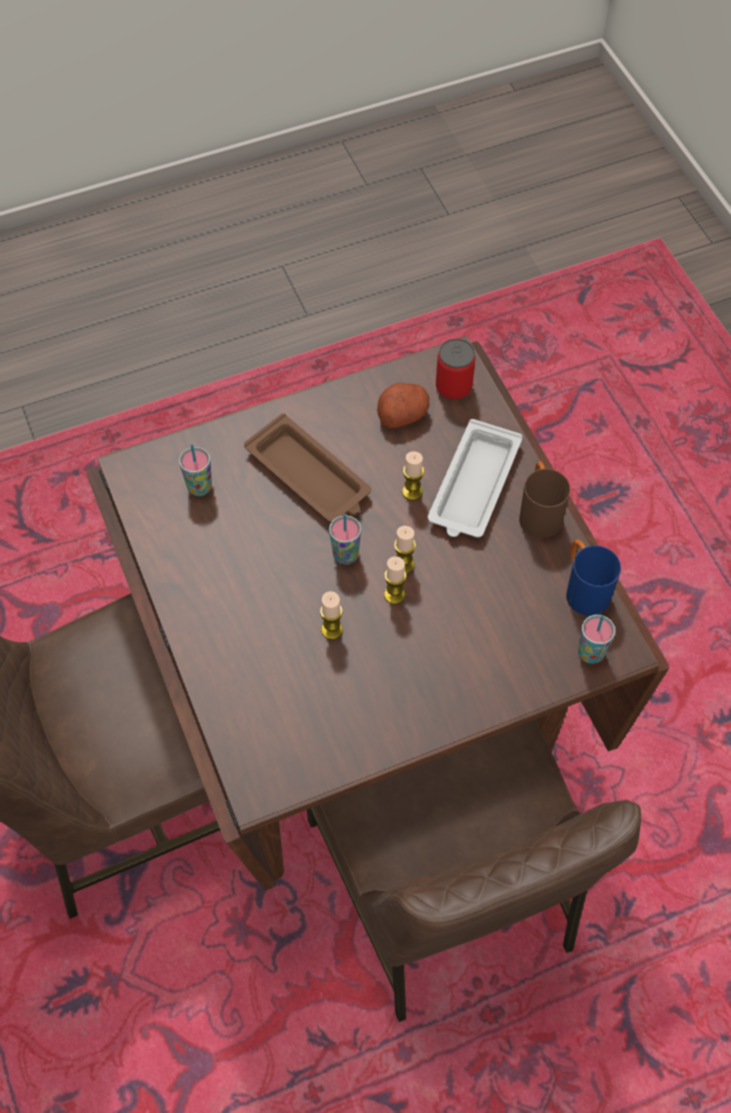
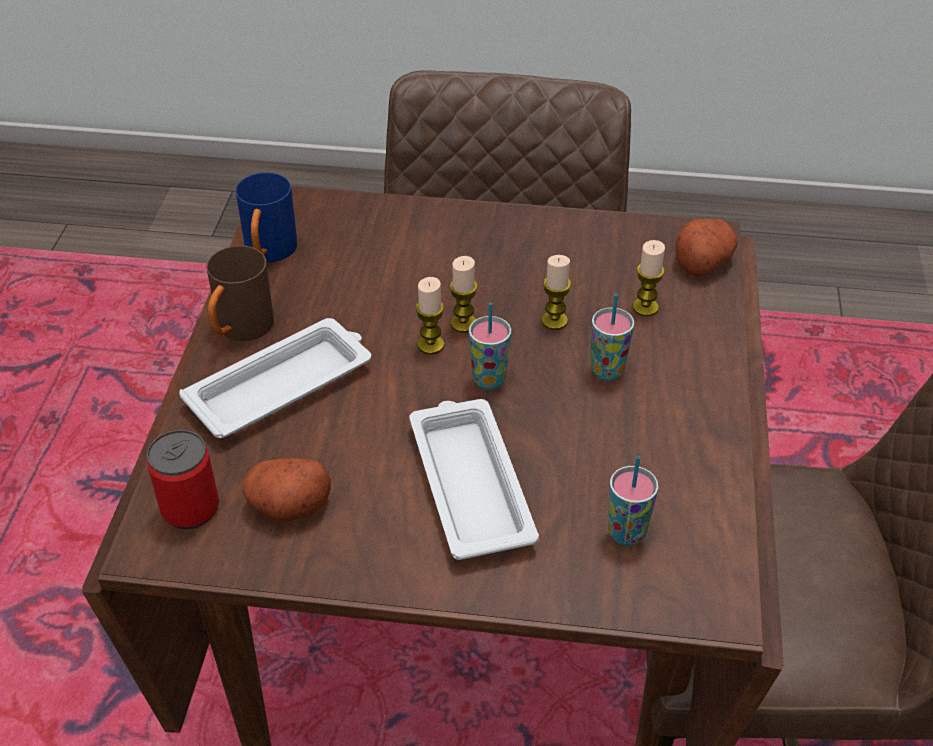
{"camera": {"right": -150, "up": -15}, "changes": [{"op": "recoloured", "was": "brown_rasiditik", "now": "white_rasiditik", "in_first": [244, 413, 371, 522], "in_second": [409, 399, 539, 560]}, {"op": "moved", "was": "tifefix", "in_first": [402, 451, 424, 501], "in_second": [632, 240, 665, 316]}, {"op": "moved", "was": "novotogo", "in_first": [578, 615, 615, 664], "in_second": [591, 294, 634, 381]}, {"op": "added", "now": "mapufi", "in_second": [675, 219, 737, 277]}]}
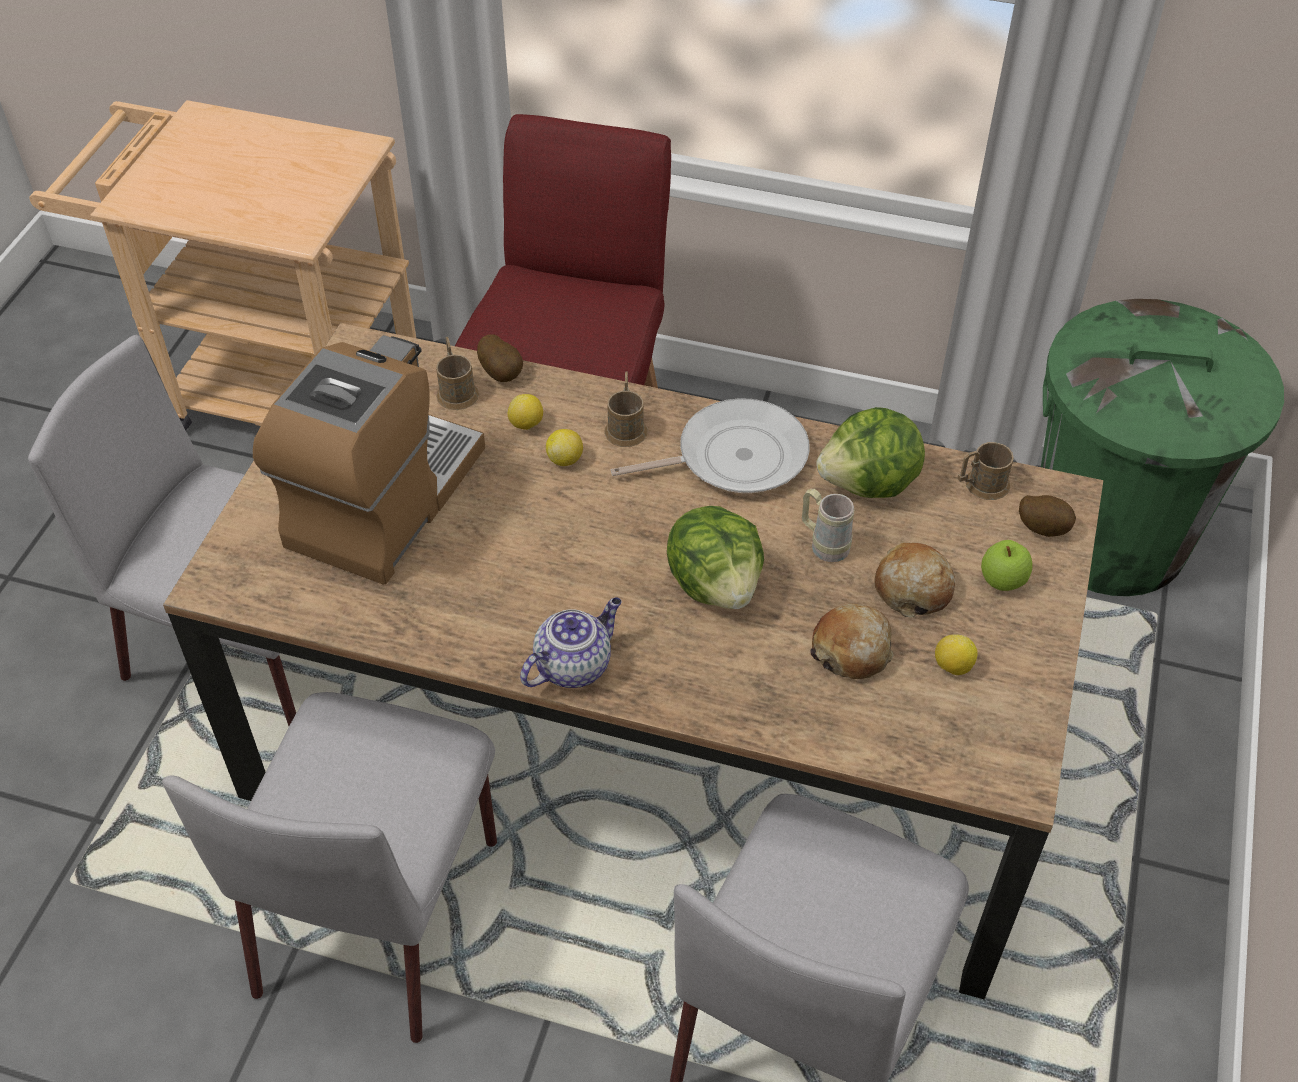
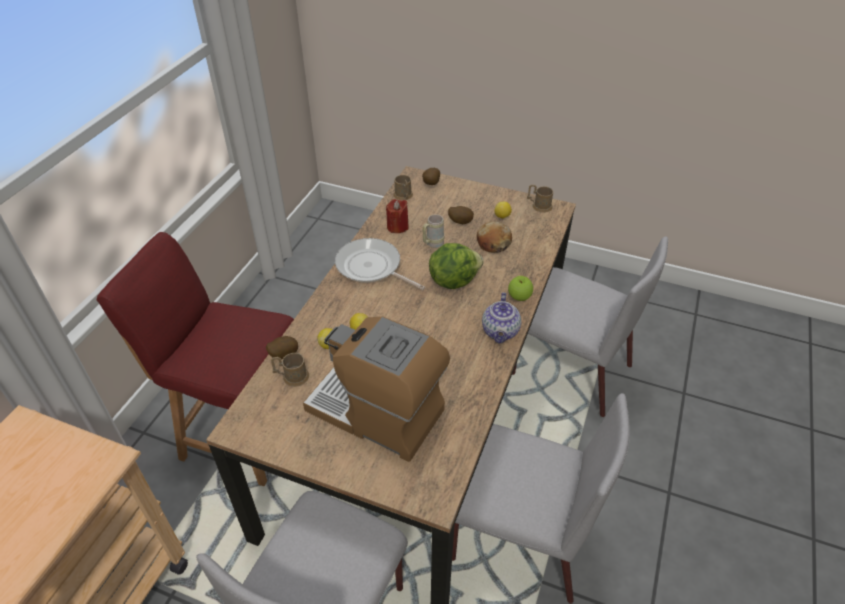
{"camera": {"right": -85, "up": -5}, "changes": [{"op": "turned", "was": "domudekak", "in_first": [520, 597, 621, 688], "in_second": [482, 292, 521, 343], "clockwise": -135}, {"op": "moved", "was": "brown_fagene", "in_first": [604, 372, 647, 447], "in_second": [527, 185, 553, 213]}, {"op": "turned", "was": "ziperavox", "in_first": [611, 398, 810, 493], "in_second": [335, 238, 425, 290], "clockwise": -45}, {"op": "replaced", "was": "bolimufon", "now": "red_tifefix", "in_first": [816, 407, 925, 498], "in_second": [386, 199, 409, 233]}, {"op": "replaced", "was": "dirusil", "now": "mapufi", "in_first": [874, 543, 955, 618], "in_second": [448, 206, 474, 224]}, {"op": "moved", "was": "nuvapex", "in_first": [981, 540, 1033, 591], "in_second": [508, 276, 533, 301]}, {"op": "removed", "was": "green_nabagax", "in_first": [1041, 299, 1284, 596]}]}
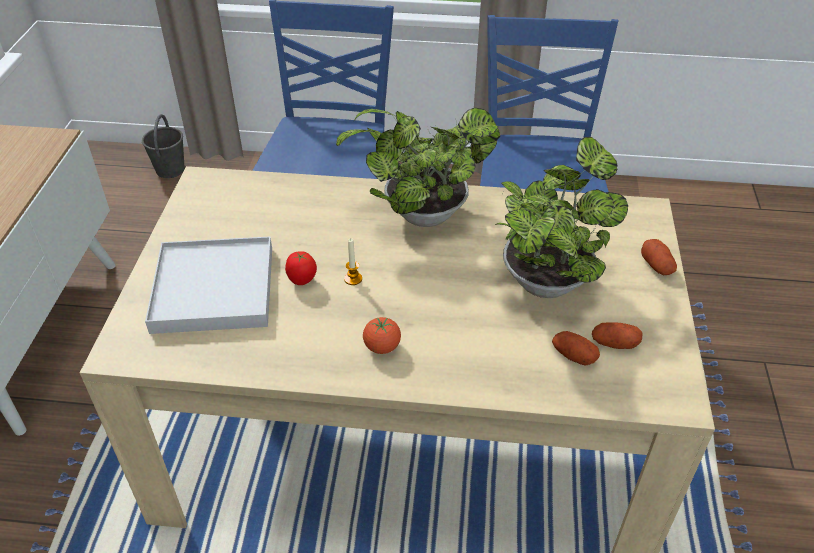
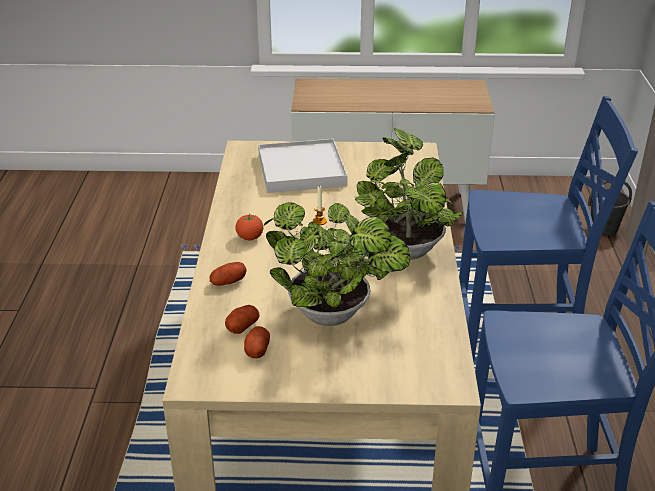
{"camera": {"right": 85, "up": -10}, "changes": [{"op": "removed", "was": "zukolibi", "in_first": [285, 251, 317, 285]}, {"op": "moved", "was": "mapufi", "in_first": [641, 239, 677, 275], "in_second": [210, 262, 246, 286]}]}
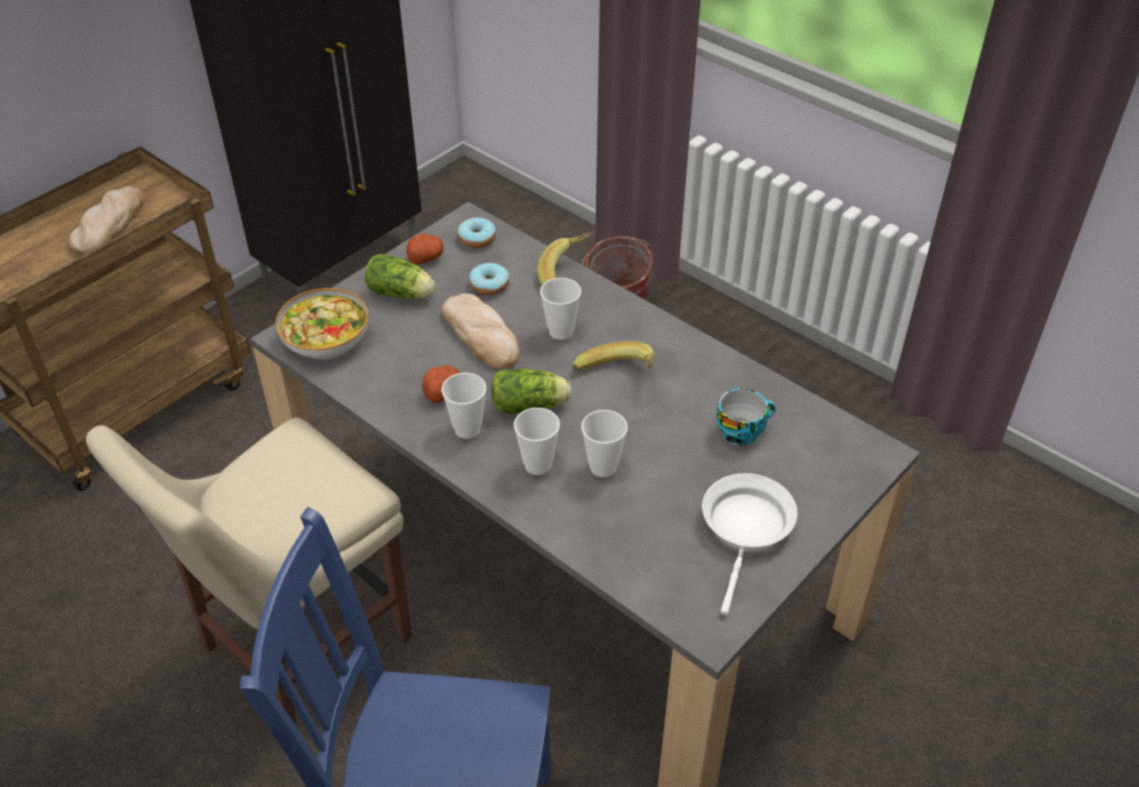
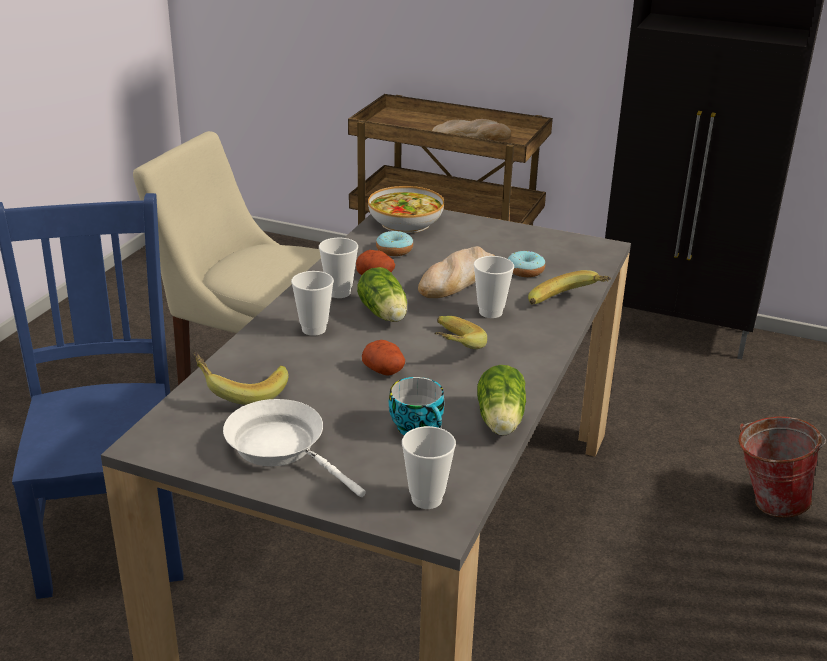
{"camera": {"right": 70, "up": -15}, "changes": [{"op": "moved", "was": "bolimufon", "in_first": [365, 253, 436, 299], "in_second": [477, 365, 526, 436]}, {"op": "moved", "was": "mapufi", "in_first": [406, 234, 443, 265], "in_second": [362, 340, 405, 376]}, {"op": "moved", "was": "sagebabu", "in_first": [457, 217, 496, 248], "in_second": [376, 231, 413, 256]}, {"op": "moved", "was": "novotogo", "in_first": [581, 410, 628, 477], "in_second": [402, 426, 456, 509]}, {"op": "turned", "was": "white_ziperavox", "in_first": [702, 473, 797, 616], "in_second": [223, 399, 366, 497], "clockwise": -135}, {"op": "added", "now": "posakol", "in_second": [193, 353, 289, 405]}]}
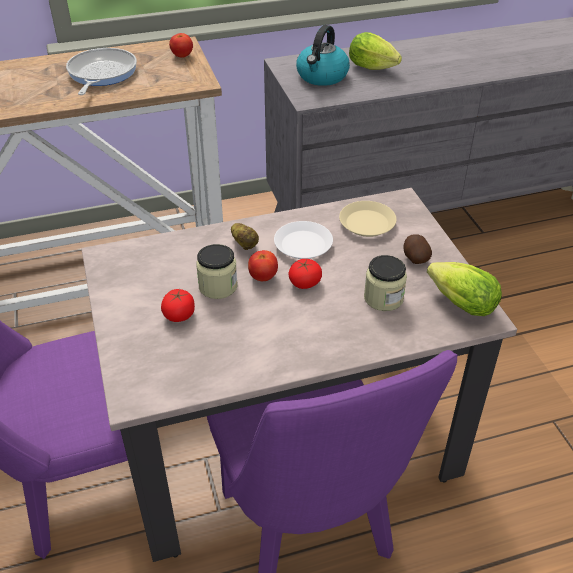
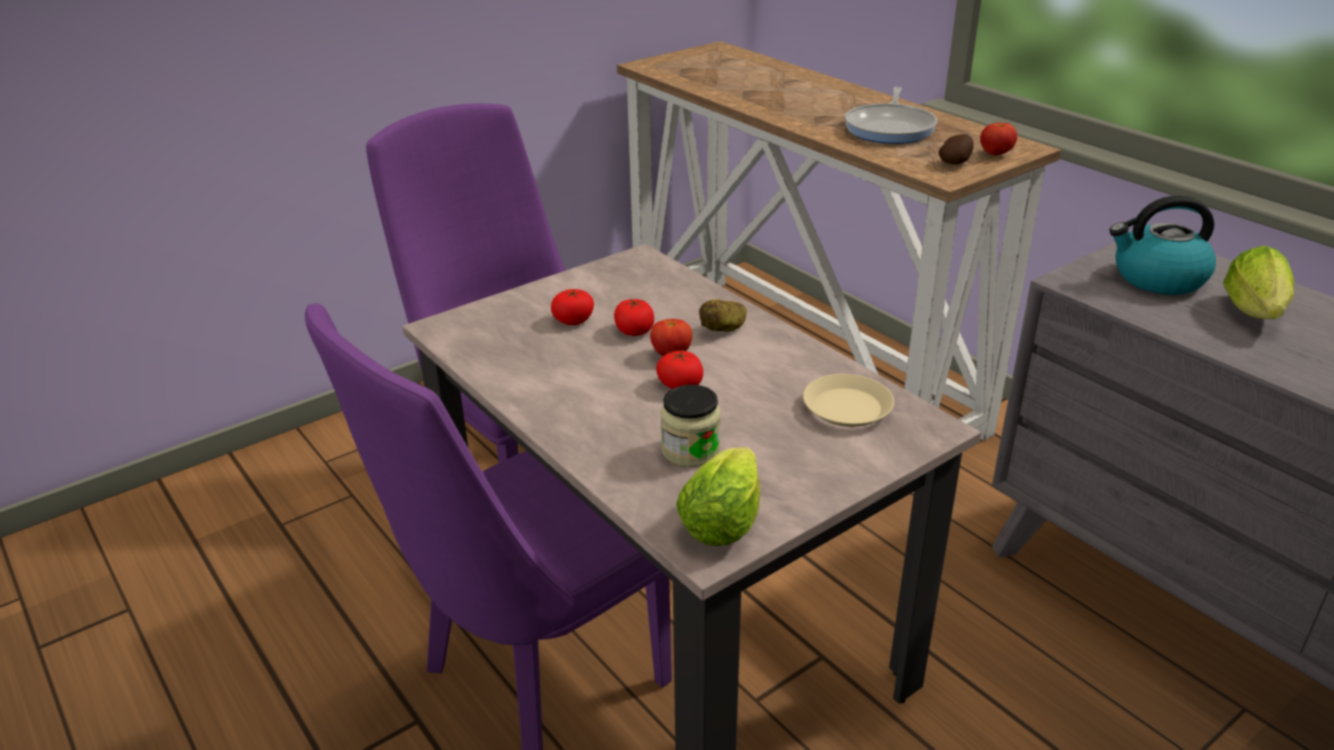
{"camera": {"right": 70, "up": -10}, "changes": [{"op": "turned", "was": "ziperavox", "in_first": [66, 48, 137, 95], "in_second": [845, 87, 937, 144], "clockwise": 120}, {"op": "replaced", "was": "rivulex", "now": "zukolibi", "in_first": [196, 244, 238, 299], "in_second": [614, 299, 654, 336]}, {"op": "removed", "was": "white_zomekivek", "in_first": [274, 221, 333, 259]}, {"op": "moved", "was": "mapufi", "in_first": [403, 234, 432, 264], "in_second": [939, 134, 974, 164]}]}
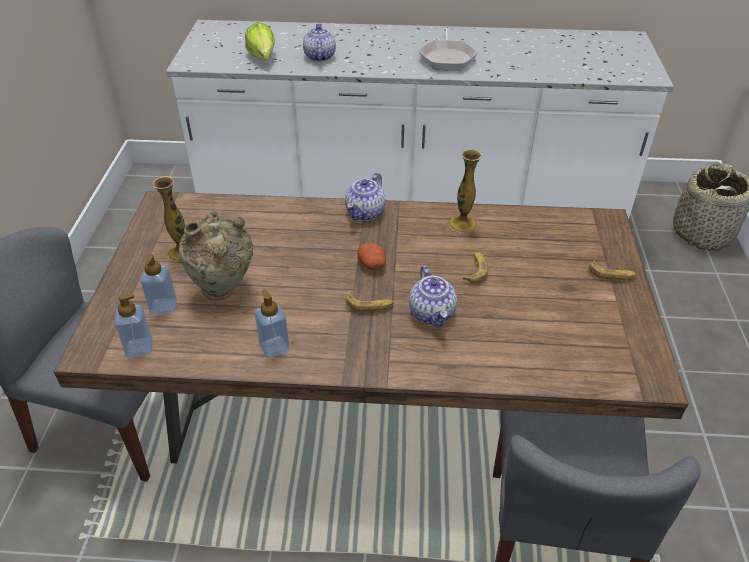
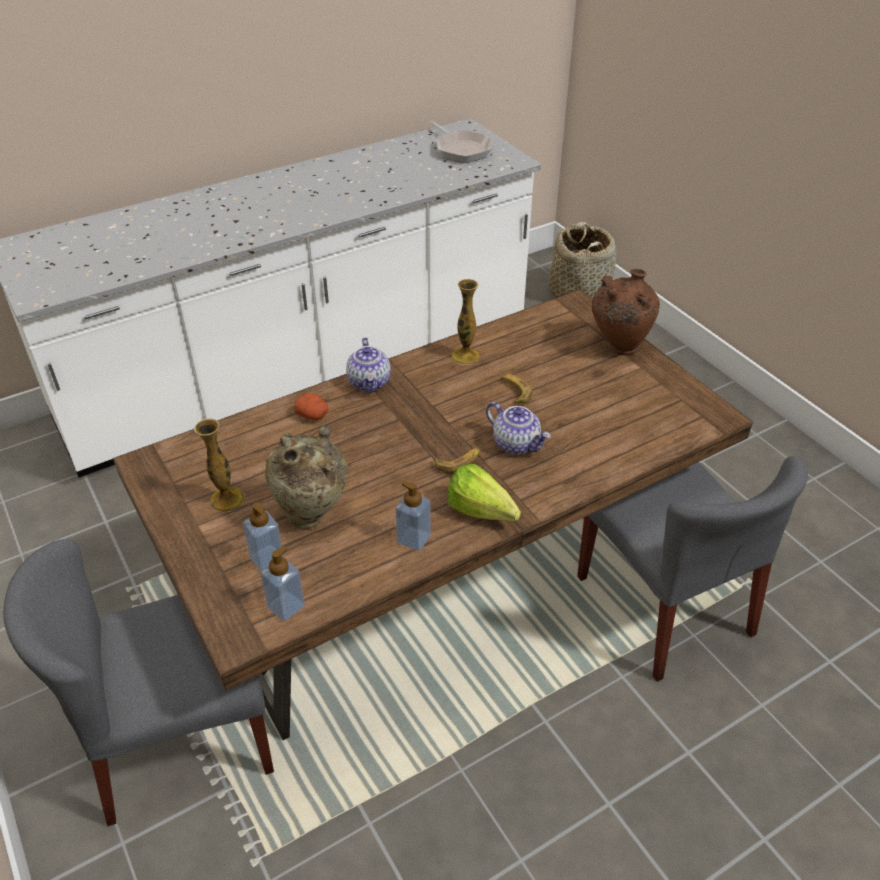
{"camera": {"right": -35, "up": 0}, "changes": [{"op": "moved", "was": "bolimufon", "in_first": [245, 22, 275, 60], "in_second": [447, 464, 521, 521]}, {"op": "removed", "was": "domudekak", "in_first": [303, 23, 336, 62]}, {"op": "moved", "was": "mapufi", "in_first": [357, 243, 386, 270], "in_second": [294, 393, 329, 420]}, {"op": "moved", "was": "ziperavox", "in_first": [418, 26, 478, 71], "in_second": [430, 121, 492, 163]}, {"op": "replaced", "was": "posakol", "now": "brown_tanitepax", "in_first": [589, 260, 637, 280], "in_second": [592, 269, 660, 355]}]}
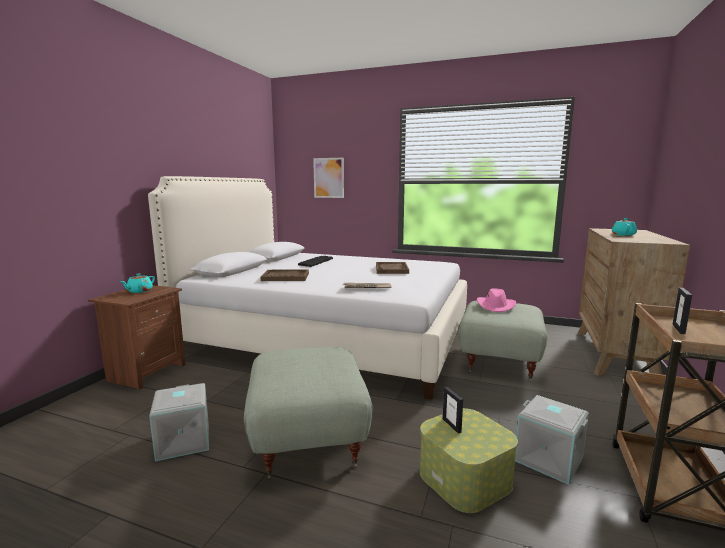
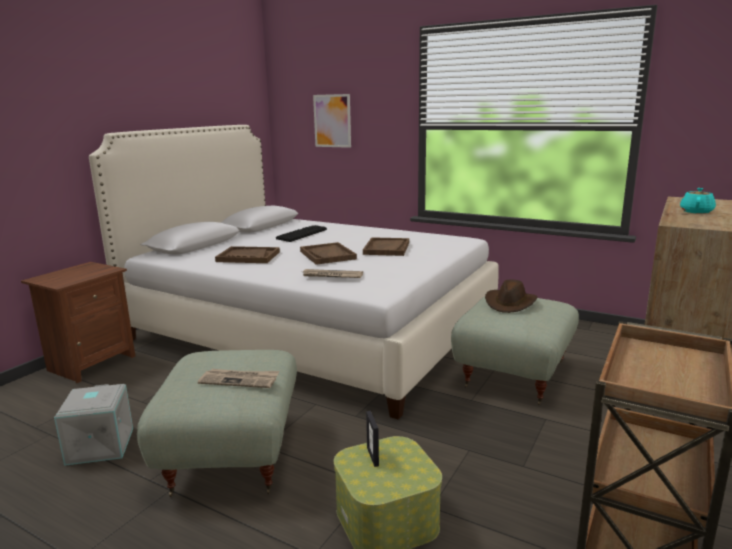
{"camera": {"right": 10, "up": 5}, "changes": [{"op": "removed", "was": "turquoise_domudekak", "in_first": [120, 273, 155, 293]}, {"op": "recoloured", "was": "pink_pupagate", "now": "brown_pupagate", "in_first": [477, 289, 516, 312], "in_second": [485, 280, 538, 313]}, {"op": "removed", "was": "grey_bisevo", "in_first": [515, 395, 589, 485]}, {"op": "removed", "was": "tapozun", "in_first": [672, 288, 692, 334]}, {"op": "added", "now": "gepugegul", "in_second": [198, 369, 279, 388]}, {"op": "added", "now": "brown_rasiditik", "in_second": [300, 242, 357, 265]}]}
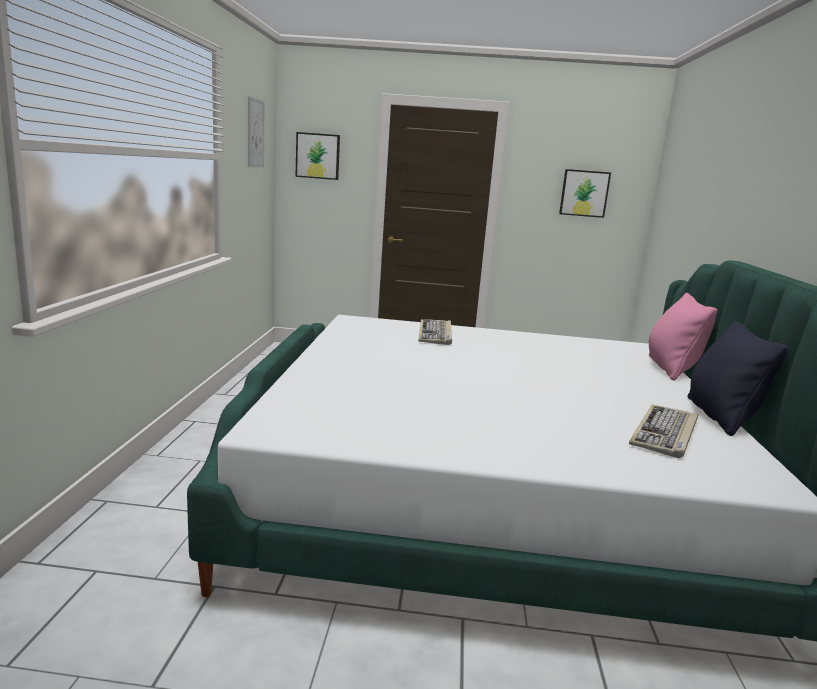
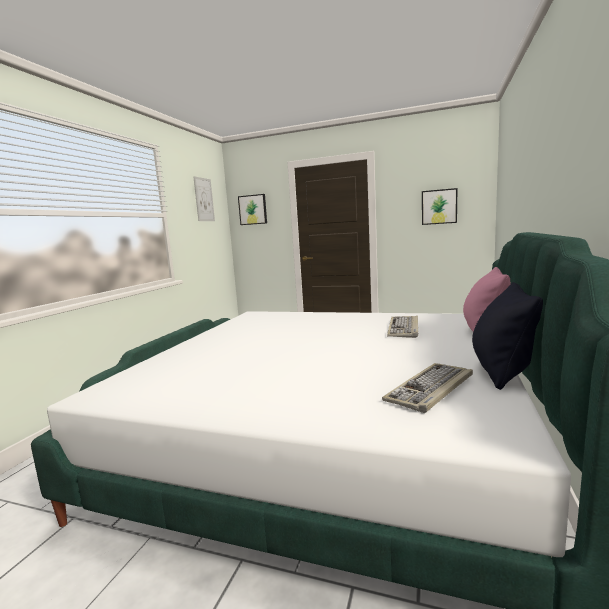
{"camera": {"right": 15, "up": -5}, "changes": [{"op": "moved", "was": "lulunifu", "in_first": [419, 319, 452, 345], "in_second": [387, 316, 418, 338]}]}
